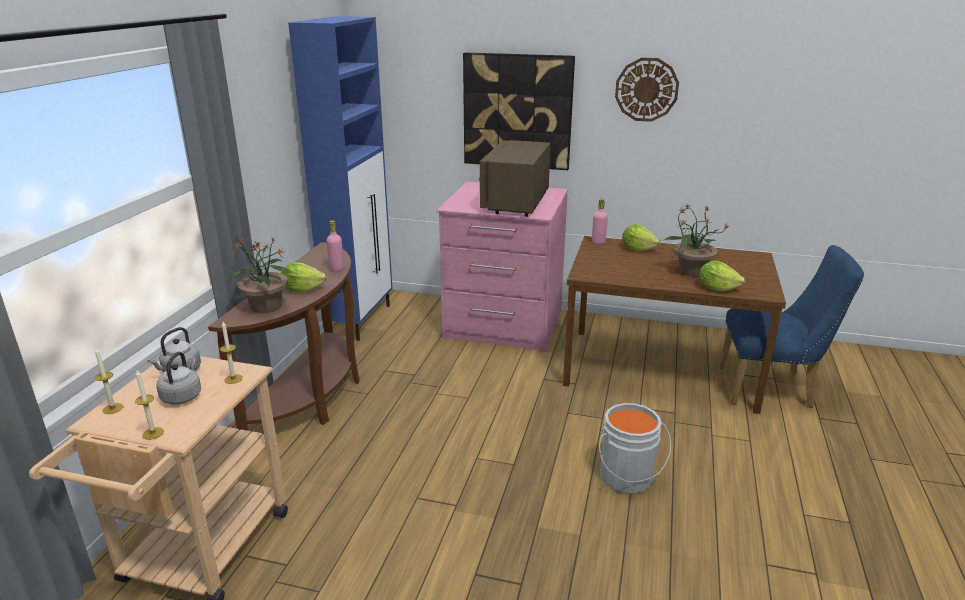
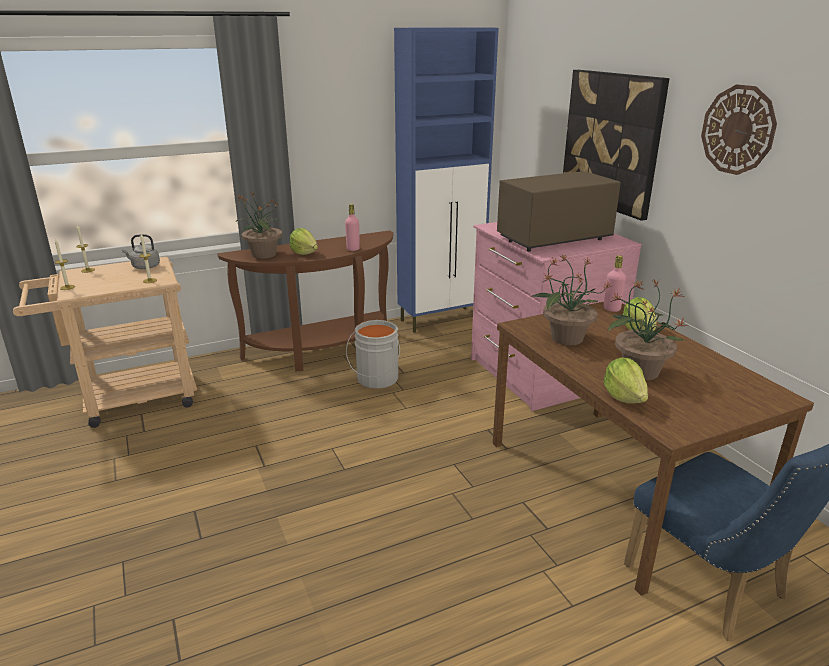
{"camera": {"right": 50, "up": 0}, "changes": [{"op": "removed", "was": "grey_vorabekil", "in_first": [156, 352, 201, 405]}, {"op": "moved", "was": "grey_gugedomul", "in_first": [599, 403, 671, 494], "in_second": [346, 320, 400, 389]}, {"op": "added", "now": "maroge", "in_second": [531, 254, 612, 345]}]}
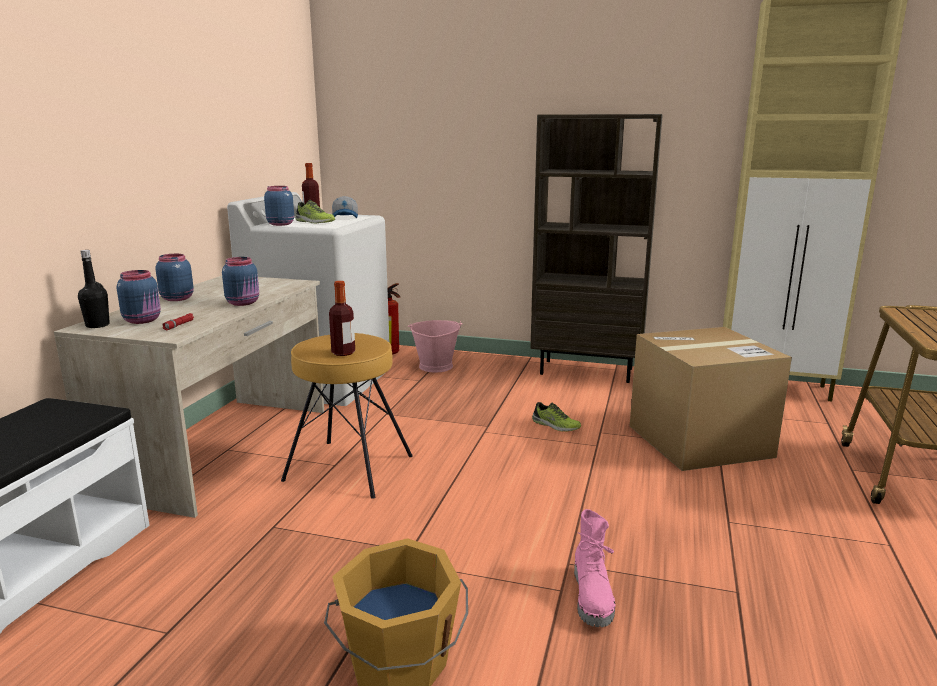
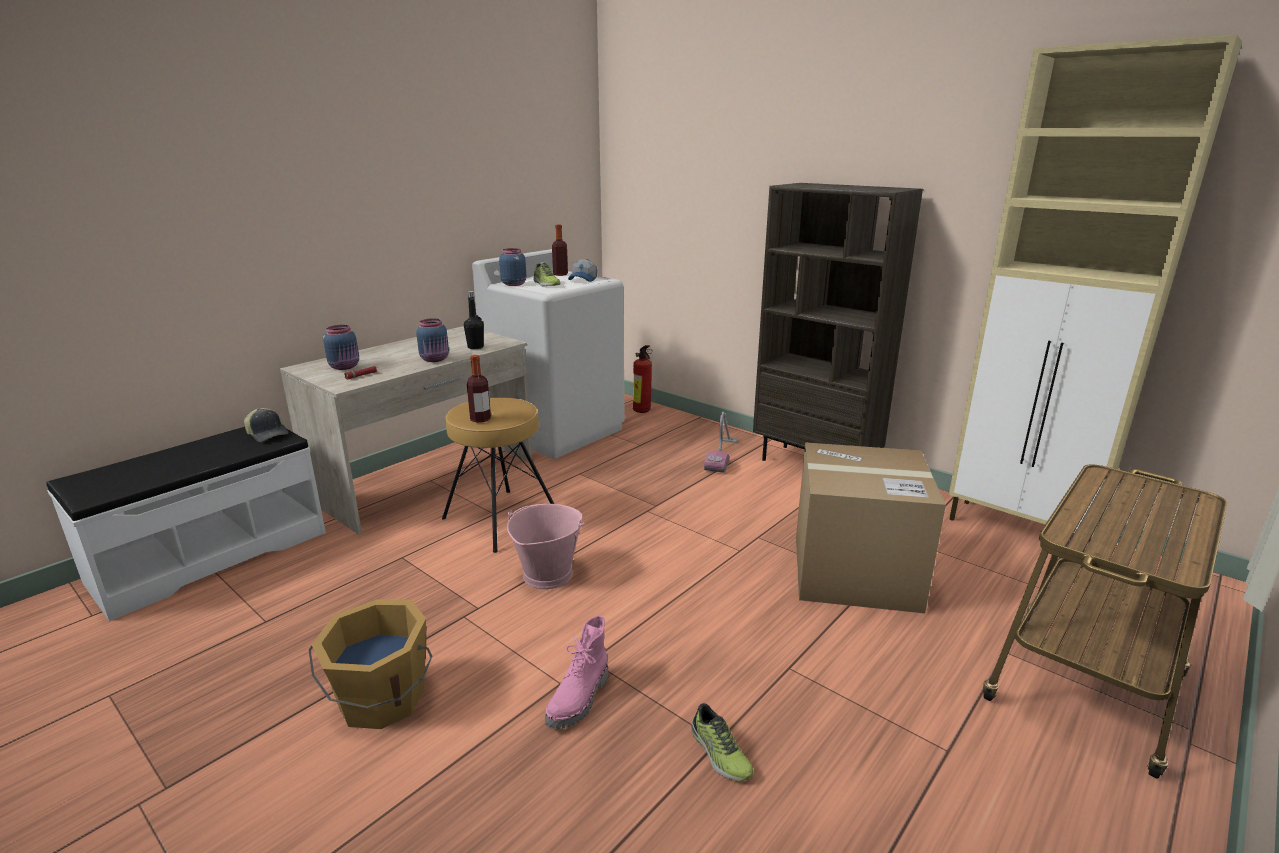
{"camera": {"right": 25, "up": 5}, "changes": [{"op": "moved", "was": "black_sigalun", "in_first": [78, 250, 110, 328], "in_second": [464, 291, 484, 349]}, {"op": "removed", "was": "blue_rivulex", "in_first": [156, 254, 194, 301]}, {"op": "moved", "was": "pink_gugedomul", "in_first": [408, 320, 462, 372], "in_second": [507, 504, 585, 589]}, {"op": "moved", "was": "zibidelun", "in_first": [532, 402, 581, 432], "in_second": [691, 703, 754, 781]}, {"op": "added", "now": "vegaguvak", "in_second": [244, 408, 289, 442]}, {"op": "added", "now": "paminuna", "in_second": [704, 412, 738, 473]}]}
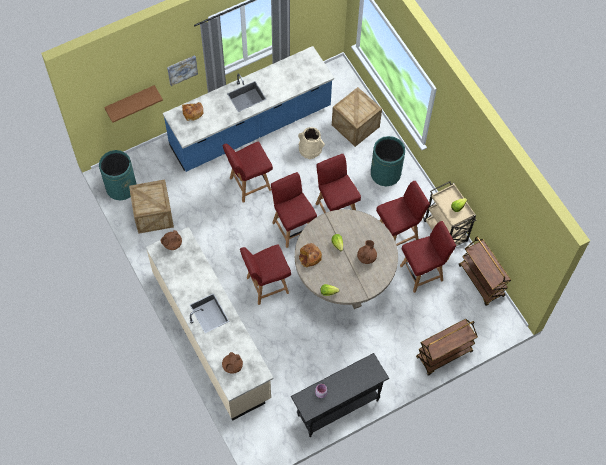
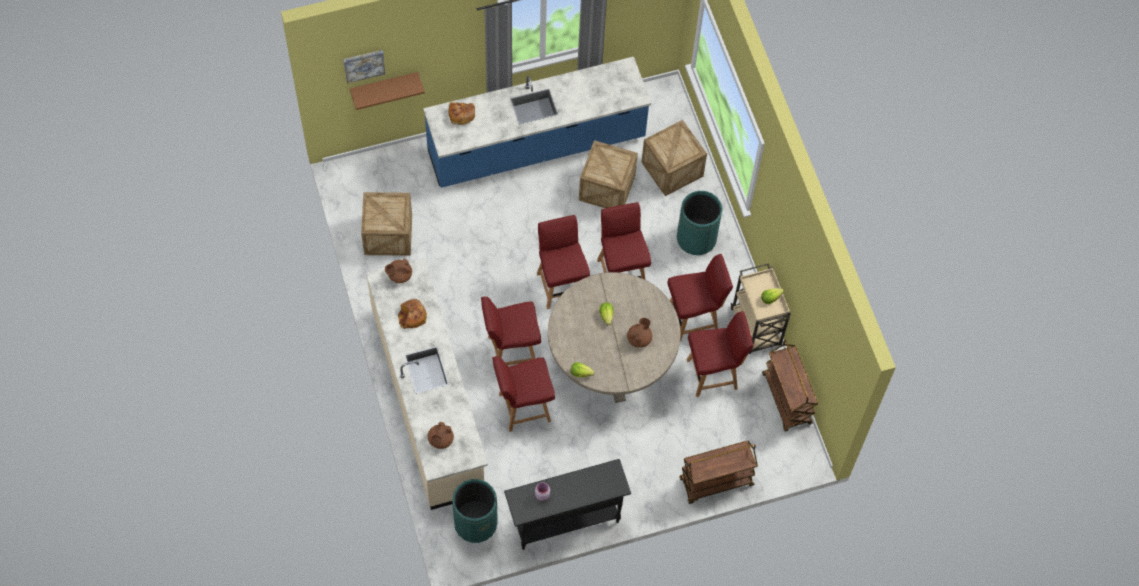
{"camera": {"right": 10, "up": 0}, "changes": [{"op": "moved", "was": "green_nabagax", "in_first": [99, 150, 136, 200], "in_second": [452, 479, 498, 543]}, {"op": "moved", "was": "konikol", "in_first": [167, 55, 198, 86], "in_second": [343, 50, 385, 84]}, {"op": "moved", "was": "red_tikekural", "in_first": [222, 142, 273, 203], "in_second": [492, 356, 555, 432]}, {"op": "replaced", "was": "beige_gugedomul", "now": "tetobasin", "in_first": [298, 127, 325, 159], "in_second": [579, 140, 638, 208]}, {"op": "moved", "was": "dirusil", "in_first": [299, 243, 322, 268], "in_second": [398, 299, 427, 329]}]}
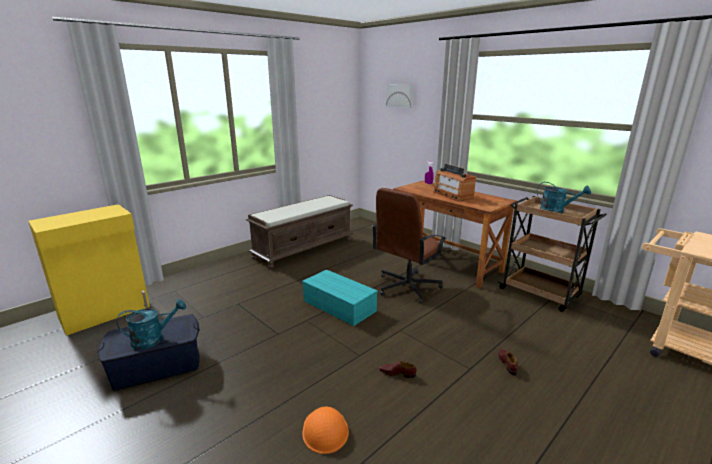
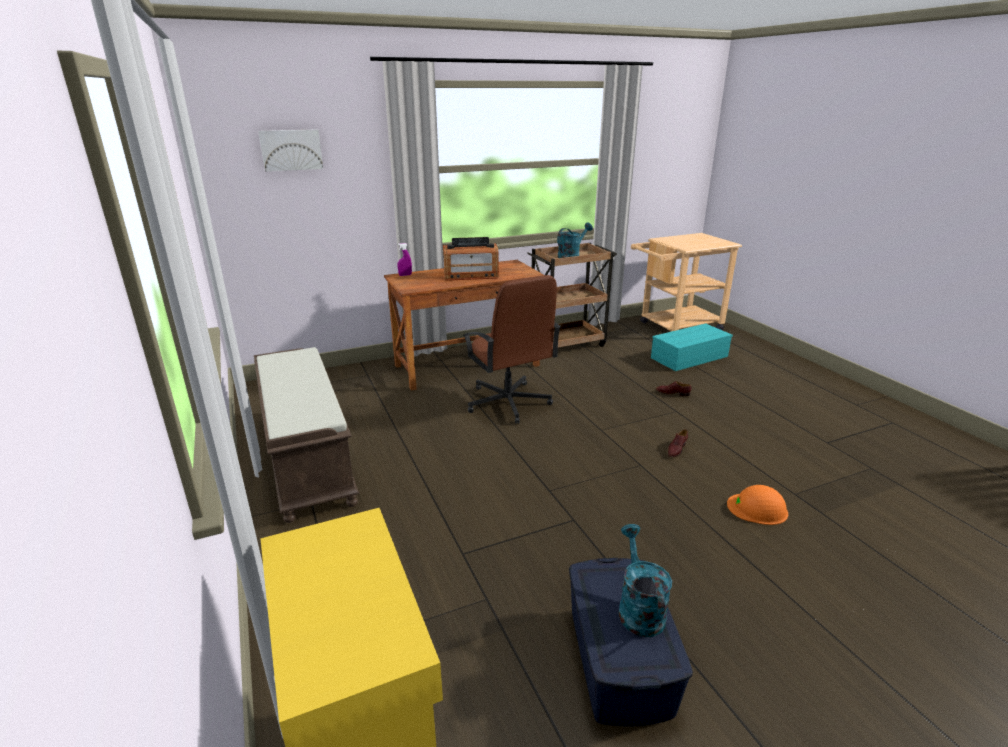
{"camera": {"right": -70, "up": 5}, "changes": [{"op": "moved", "was": "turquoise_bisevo", "in_first": [302, 269, 378, 326], "in_second": [651, 323, 733, 371]}]}
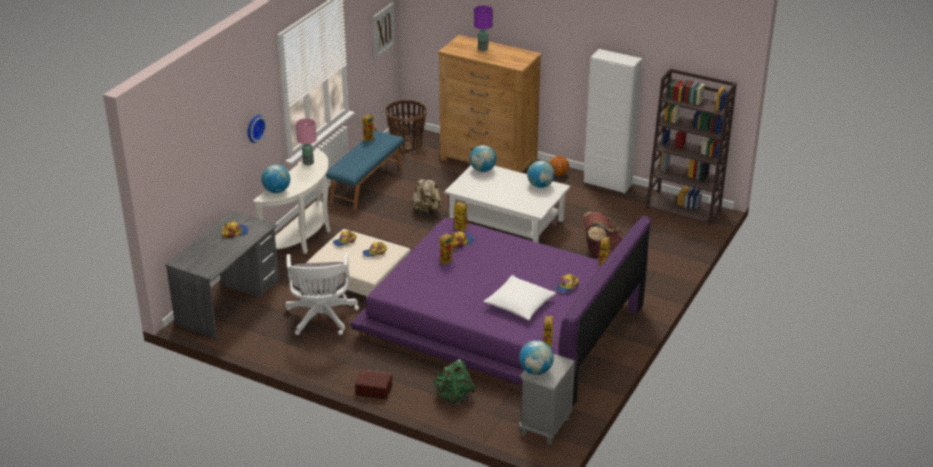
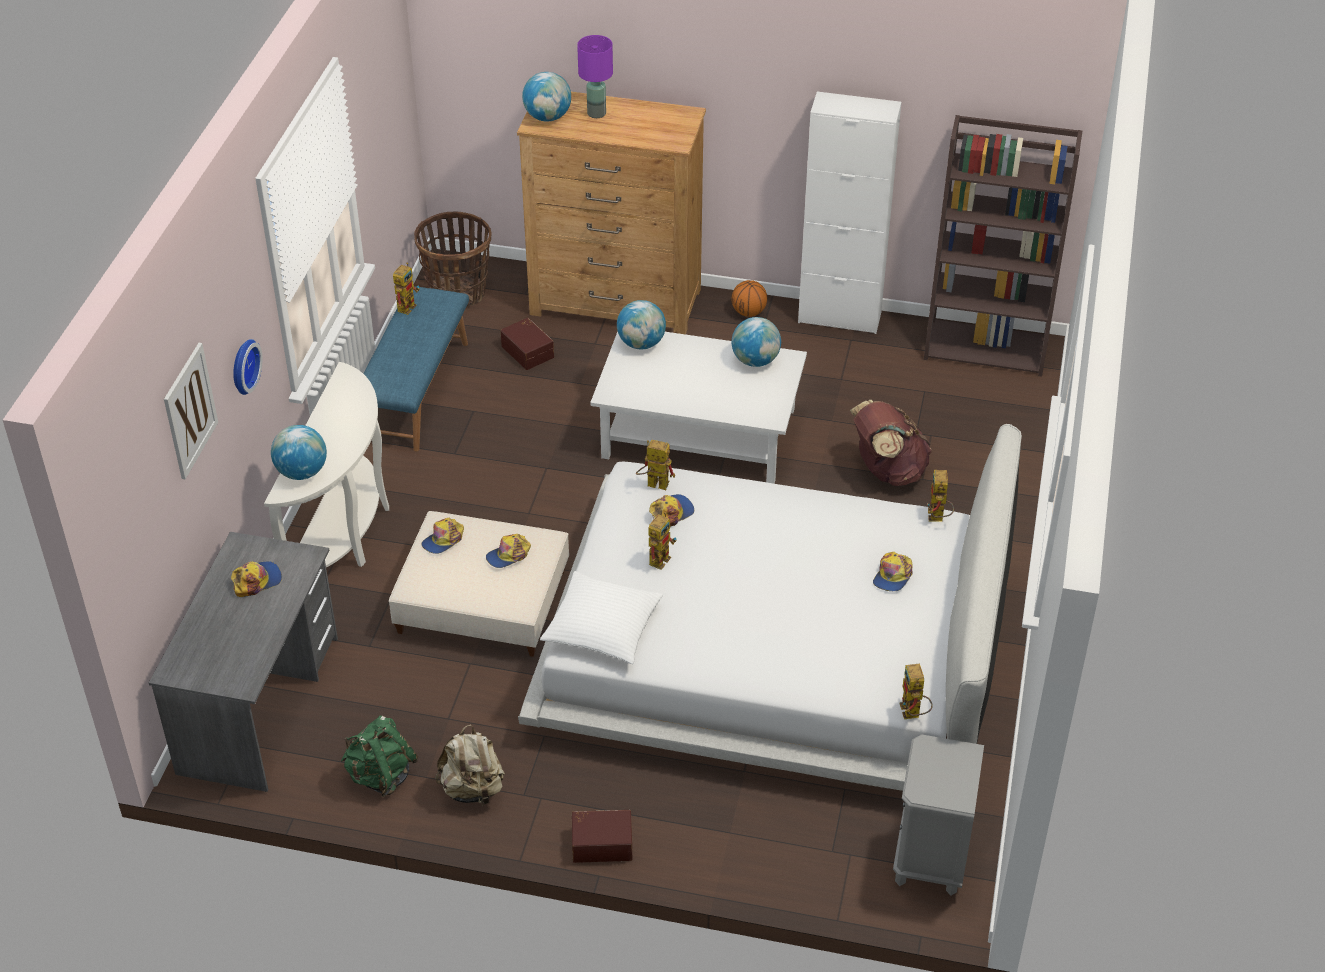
{"camera": {"right": -15, "up": 10}, "changes": [{"op": "removed", "was": "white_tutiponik", "in_first": [285, 252, 359, 335]}, {"op": "removed", "was": "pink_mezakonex", "in_first": [296, 118, 317, 165]}, {"op": "recoloured", "was": "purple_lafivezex", "now": "white_lafivezex", "in_first": [350, 215, 651, 407], "in_second": [518, 424, 1022, 791]}, {"op": "moved", "was": "konikol", "in_first": [373, 3, 395, 59], "in_second": [164, 343, 218, 479]}, {"op": "moved", "was": "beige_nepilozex", "in_first": [411, 175, 441, 215], "in_second": [435, 724, 505, 806]}, {"op": "moved", "was": "green_nepilozex", "in_first": [433, 359, 475, 406], "in_second": [341, 716, 418, 797]}, {"op": "moved", "was": "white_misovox", "in_first": [483, 275, 556, 320], "in_second": [540, 571, 663, 664]}, {"op": "moved", "was": "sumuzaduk", "in_first": [519, 340, 554, 375], "in_second": [522, 72, 571, 122]}, {"op": "added", "now": "brown_bisevo", "in_second": [500, 318, 554, 370]}]}
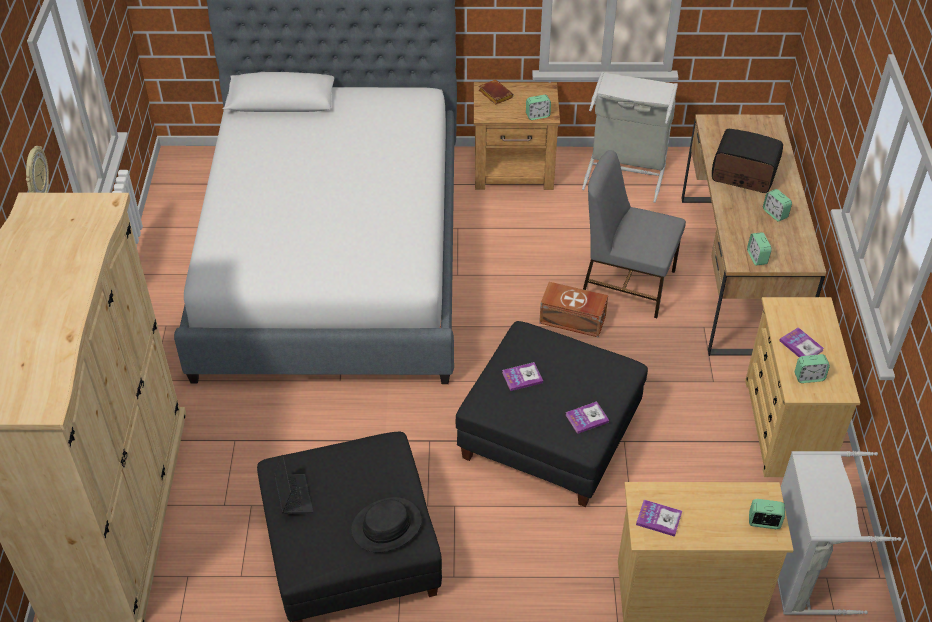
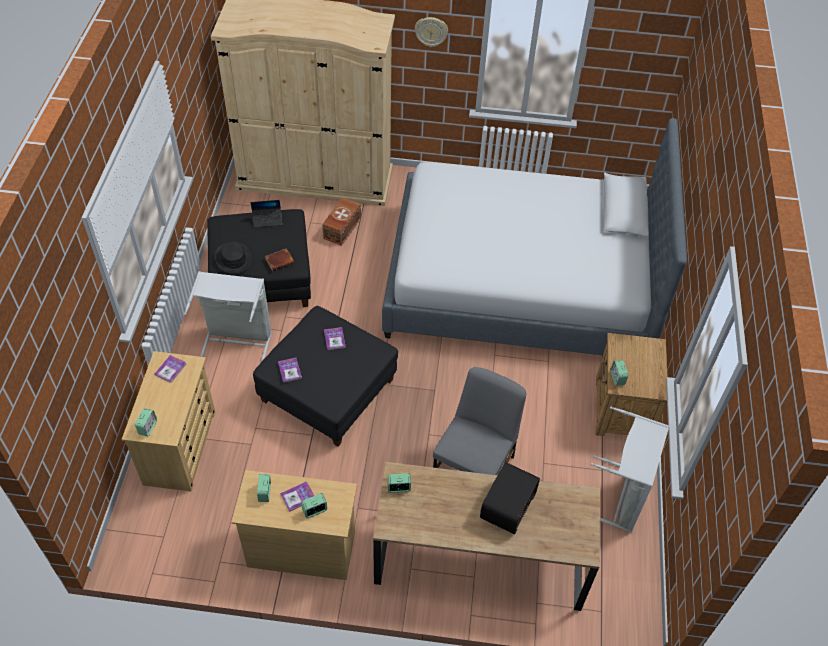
{"camera": {"right": 95, "up": 5}, "changes": [{"op": "moved", "was": "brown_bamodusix", "in_first": [479, 80, 514, 104], "in_second": [265, 248, 294, 271]}, {"op": "moved", "was": "brown_bisevo", "in_first": [539, 282, 608, 338], "in_second": [322, 197, 361, 246]}, {"op": "moved", "was": "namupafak", "in_first": [763, 189, 792, 222], "in_second": [301, 493, 327, 518]}, {"op": "moved", "was": "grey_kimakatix", "in_first": [777, 451, 902, 615], "in_second": [184, 271, 272, 362]}]}
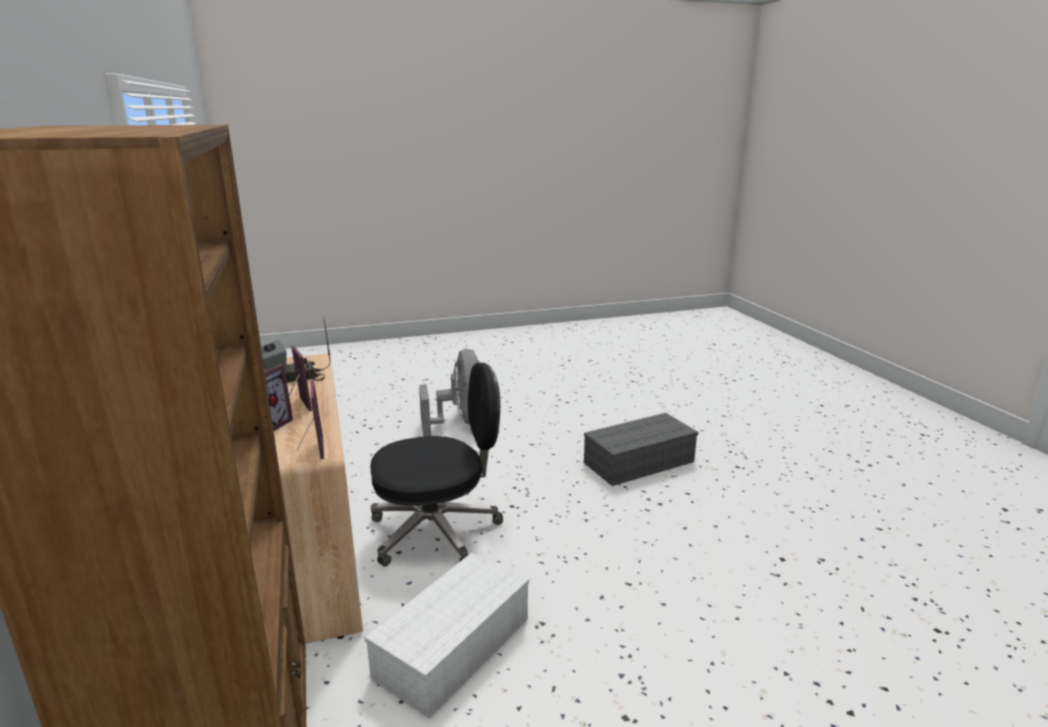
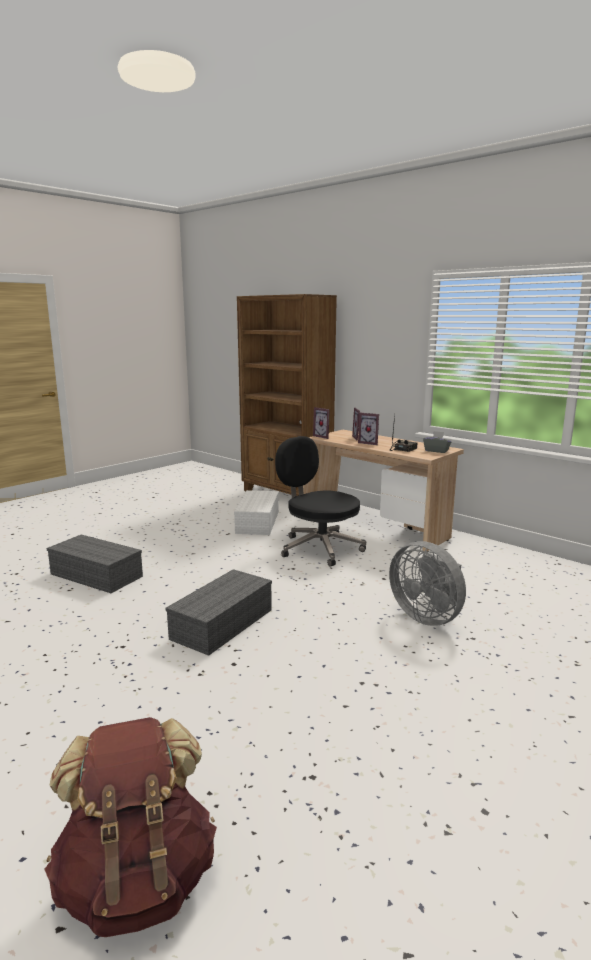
{"camera": {"right": 150, "up": -5}, "changes": [{"op": "turned", "was": "black_tutiponik", "in_first": [370, 363, 503, 567], "in_second": [275, 436, 366, 567], "clockwise": 90}, {"op": "added", "now": "brown_nepilozex", "in_second": [45, 717, 217, 937]}, {"op": "added", "now": "grey_bisevo", "in_second": [47, 535, 143, 593]}]}
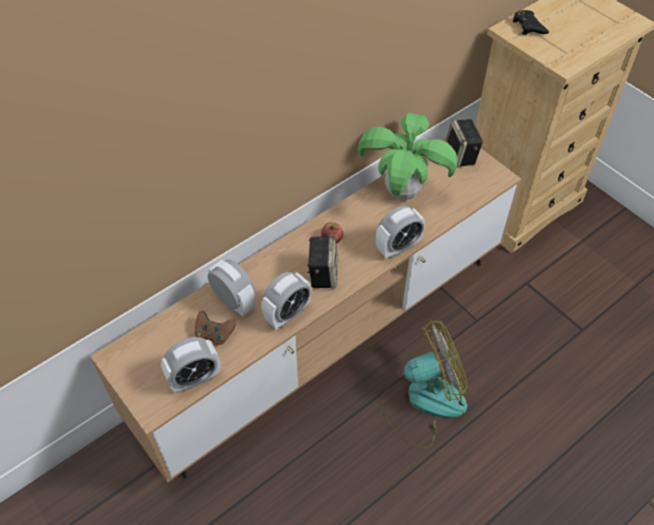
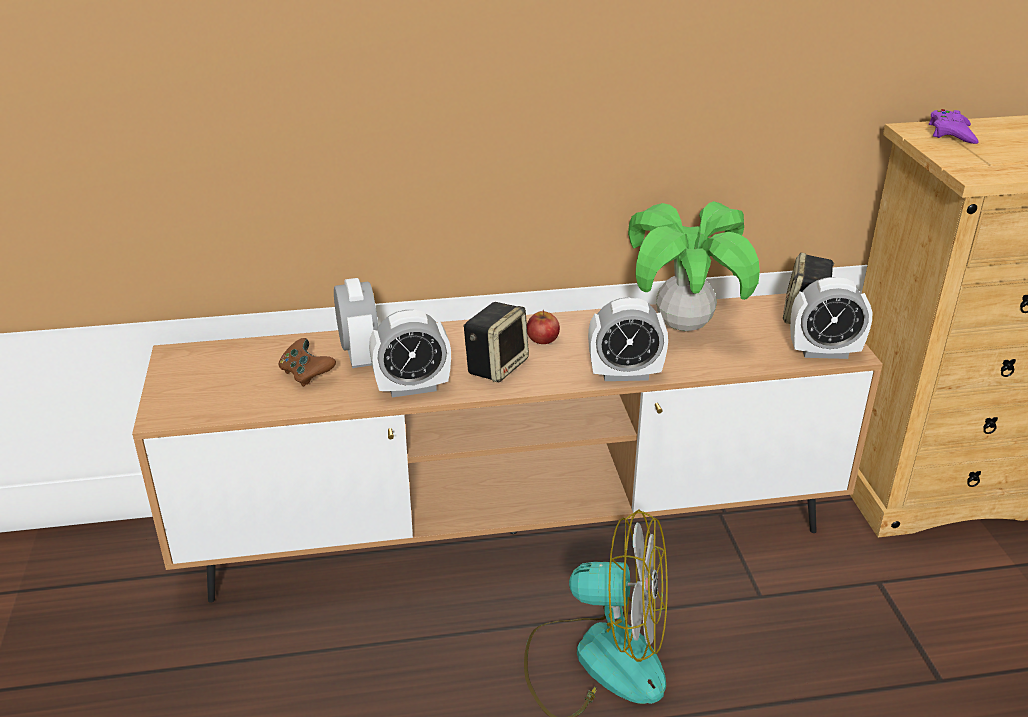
{"camera": {"right": 30, "up": -20}, "changes": [{"op": "moved", "was": "namupafak", "in_first": [161, 337, 221, 392], "in_second": [790, 277, 873, 359]}, {"op": "recoloured", "was": "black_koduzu", "now": "purple_koduzu", "in_first": [512, 10, 549, 35], "in_second": [929, 109, 979, 144]}]}
